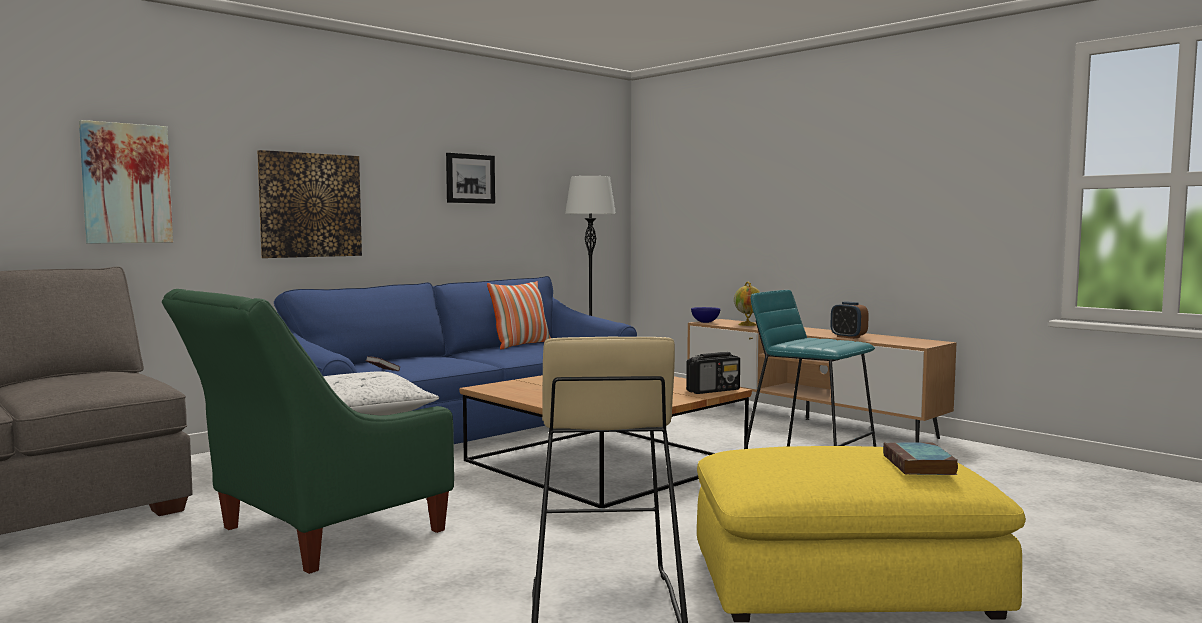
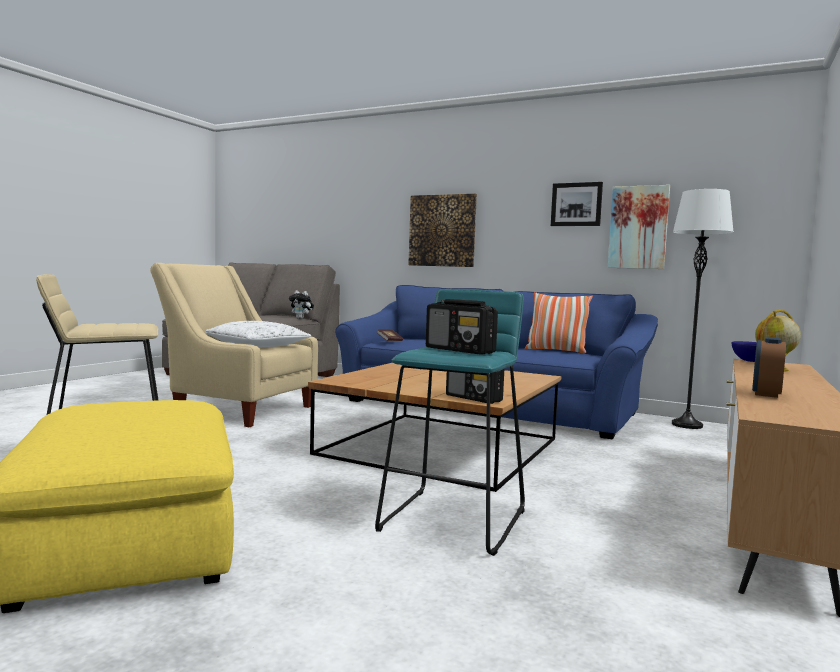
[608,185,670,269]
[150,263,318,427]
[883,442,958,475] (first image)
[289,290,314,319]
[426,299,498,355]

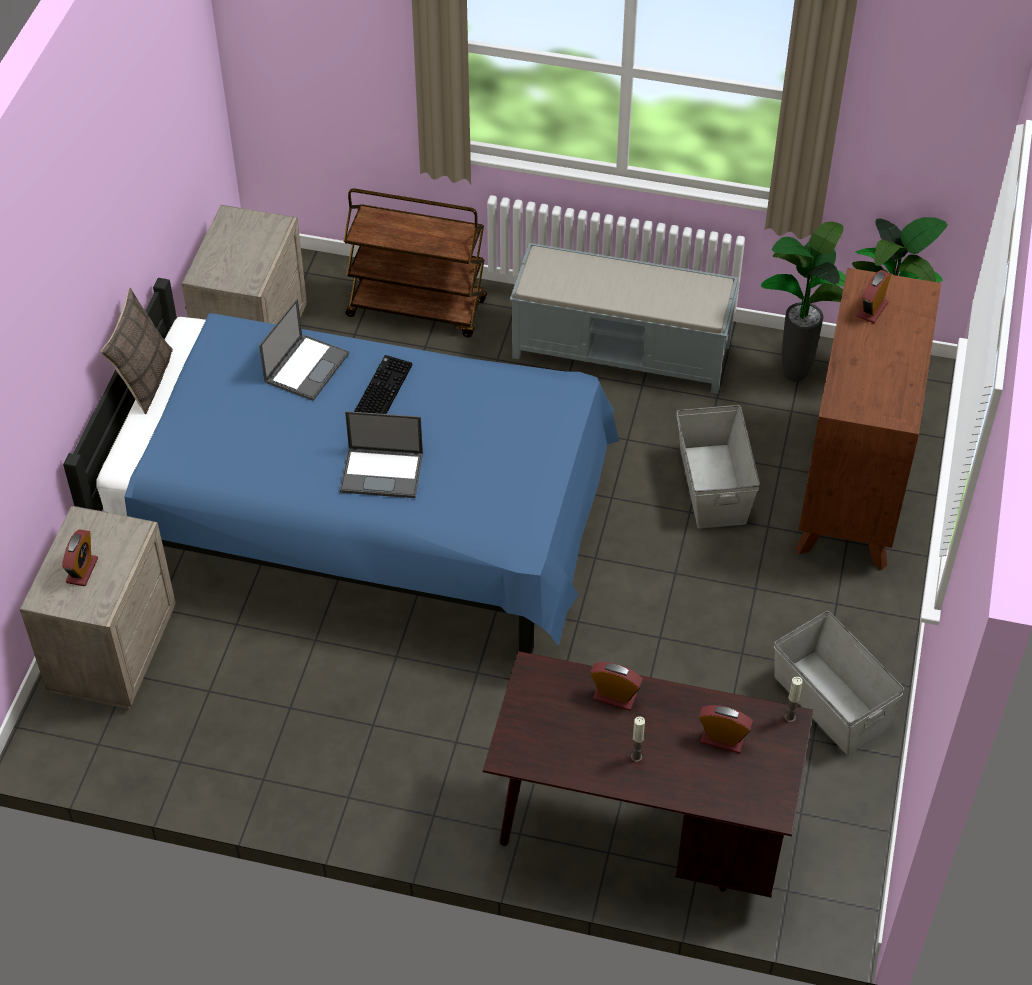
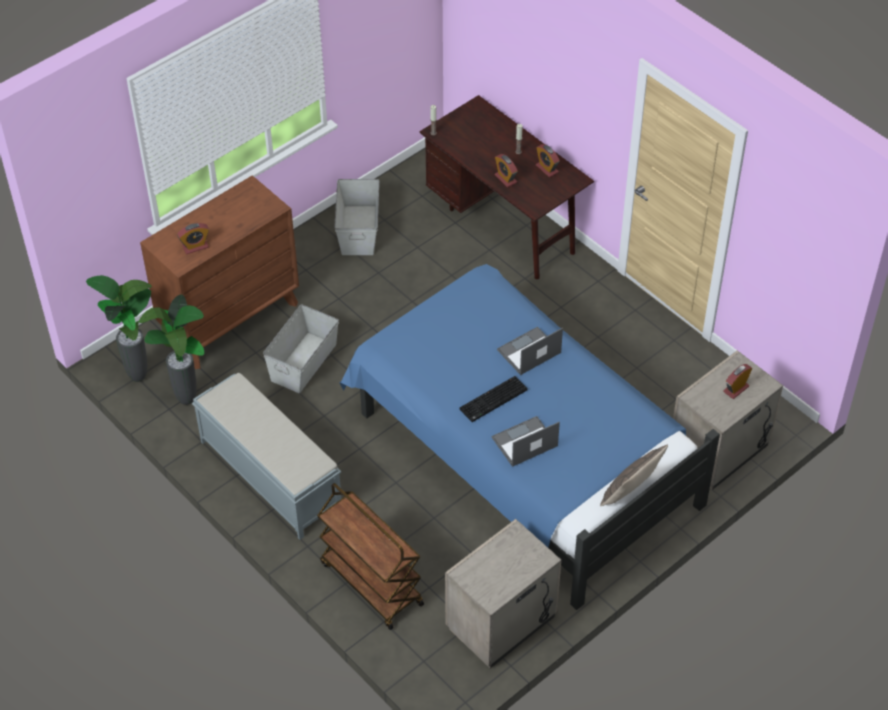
[497,327,563,375]
[536,144,560,178]

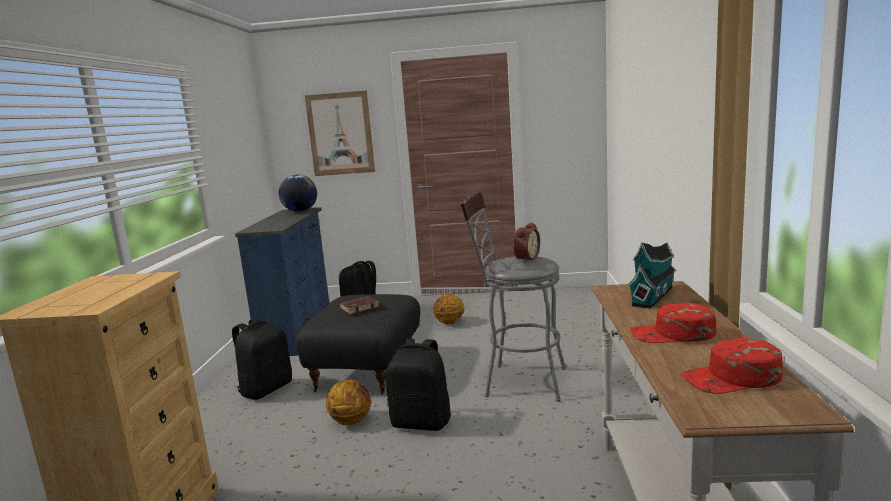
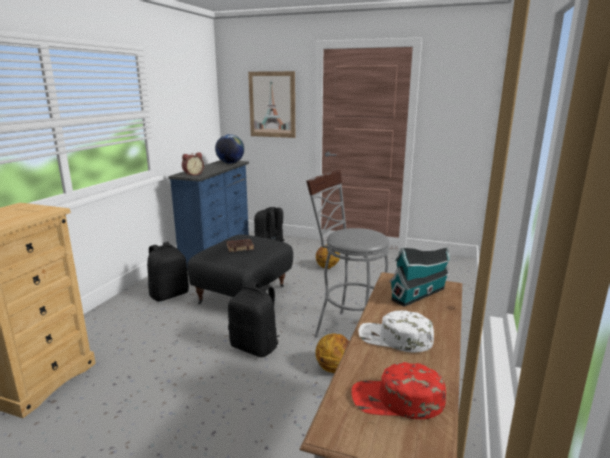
[182,152,204,176]
[358,310,434,352]
[315,334,349,373]

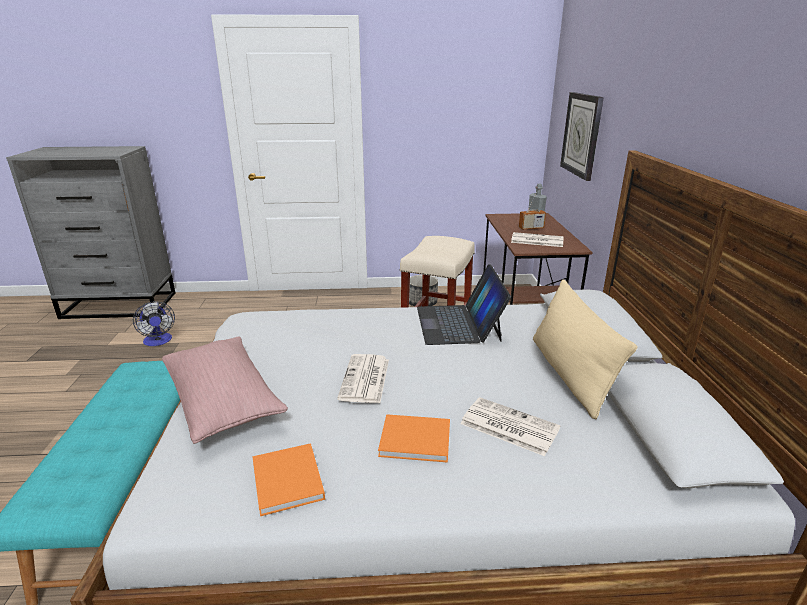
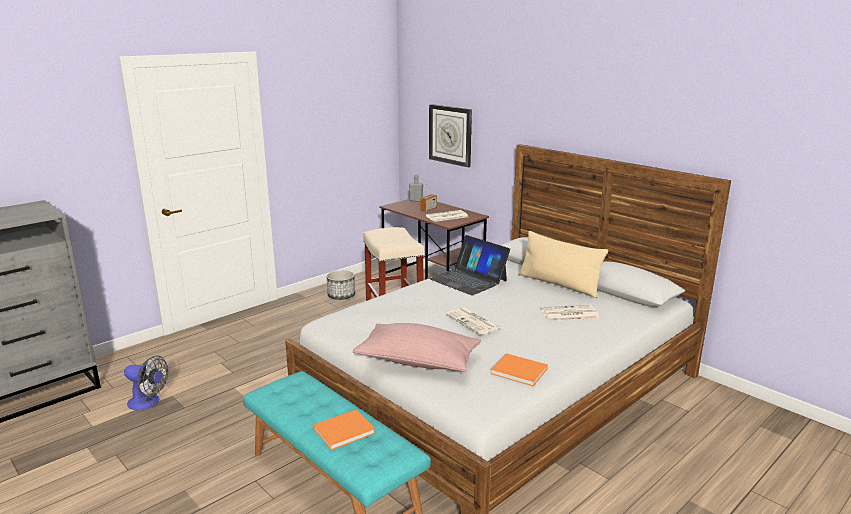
[313,410,375,450]

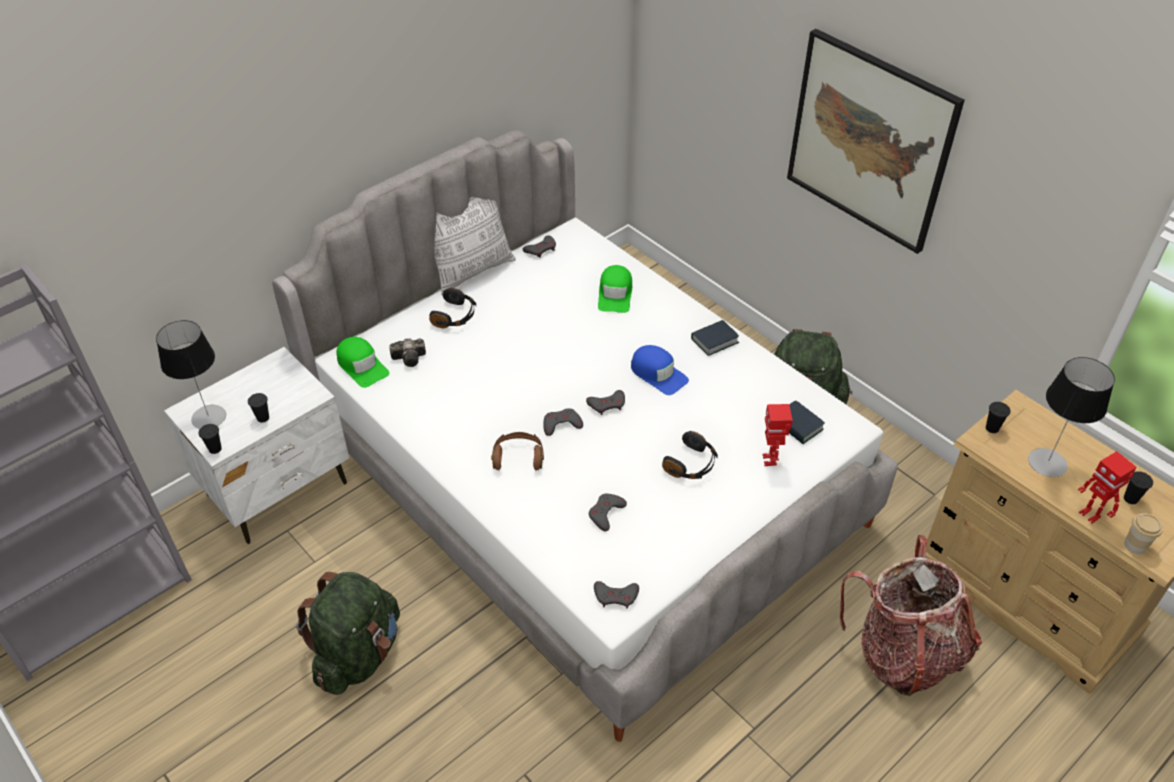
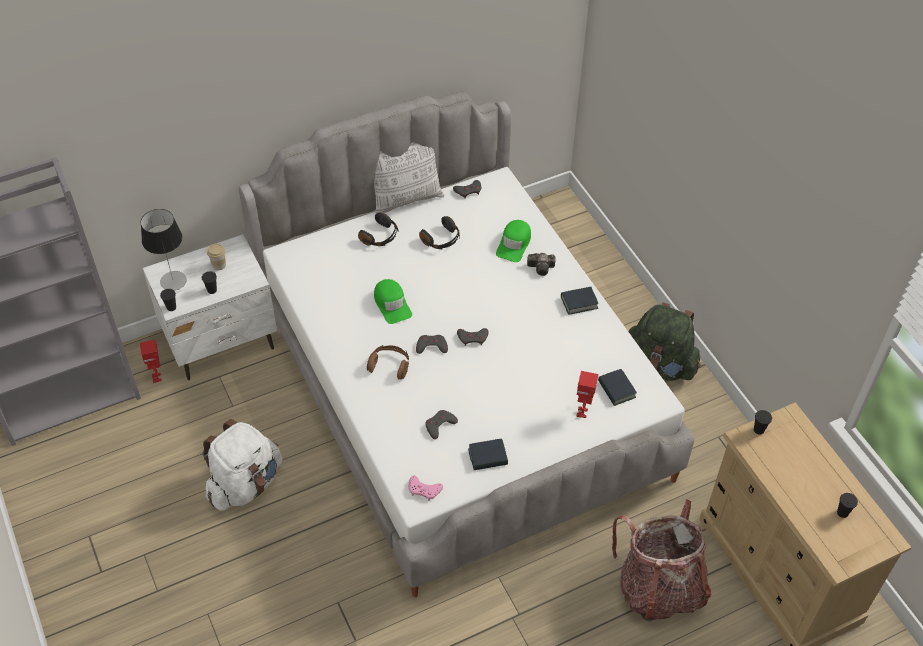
[787,29,965,254] (first image)
[374,279,412,324]
[527,253,556,276]
[631,345,689,395] (first image)
[1028,357,1115,477] (first image)
[419,216,460,249]
[140,340,162,383]
[207,244,226,270]
[202,419,282,511]
[409,475,443,501]
[468,439,508,470]

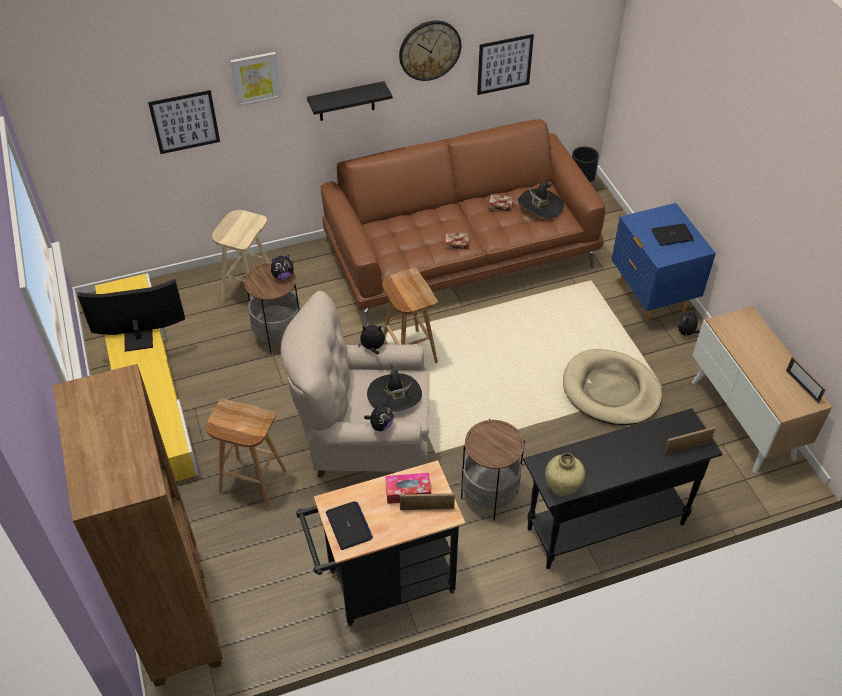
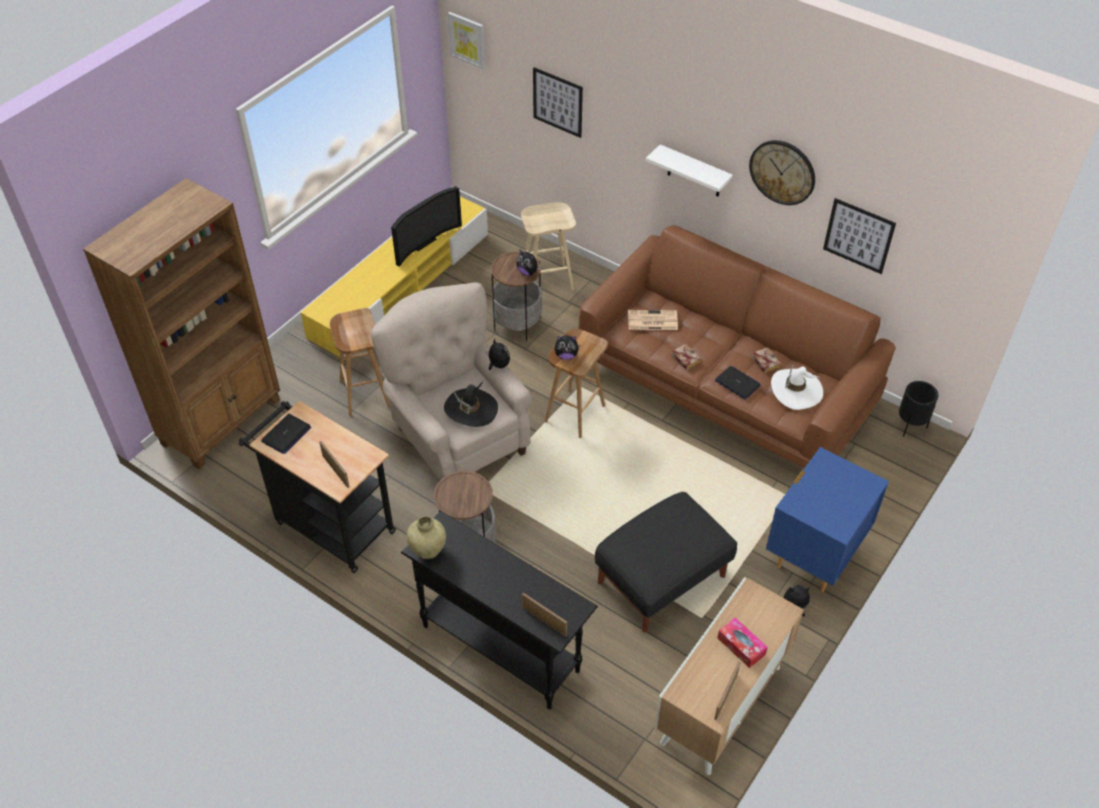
[448,12,485,69]
[646,144,733,196]
[771,364,823,410]
[715,366,761,400]
[391,186,462,267]
[595,492,737,632]
[554,335,581,360]
[717,618,768,668]
[628,310,678,330]

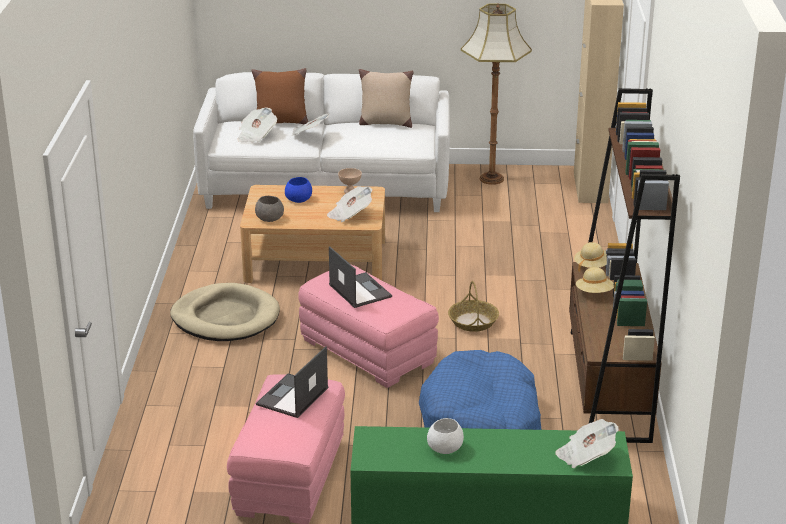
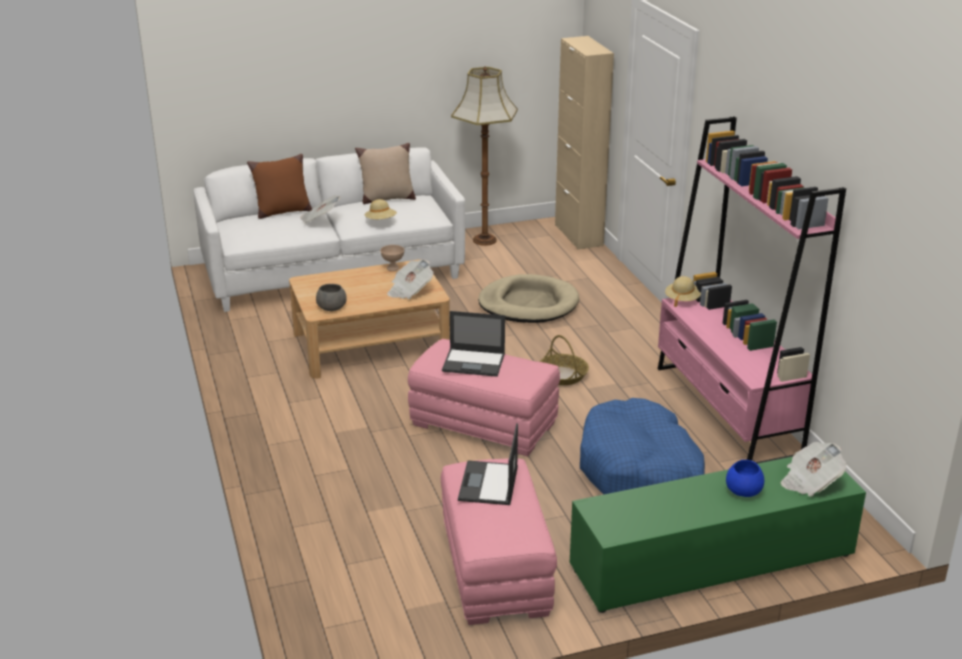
[658,116,846,464]
[237,107,277,142] (first image)
[726,460,764,497]
[442,311,505,377]
[365,199,397,219]
[478,274,579,323]
[427,418,464,454] (first image)

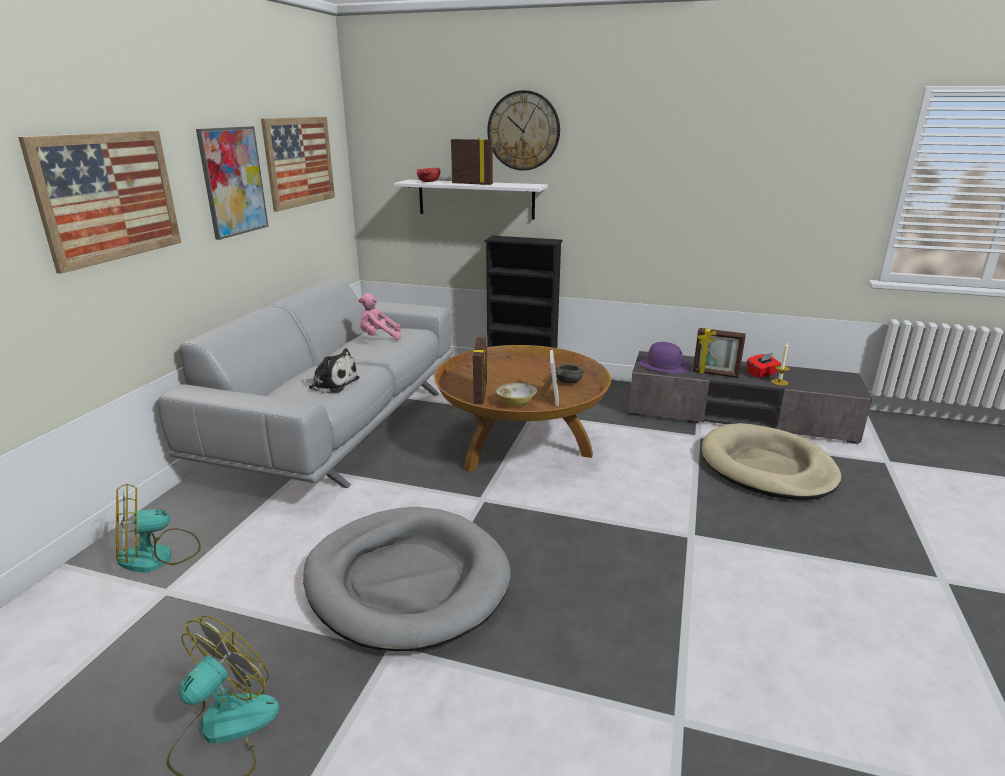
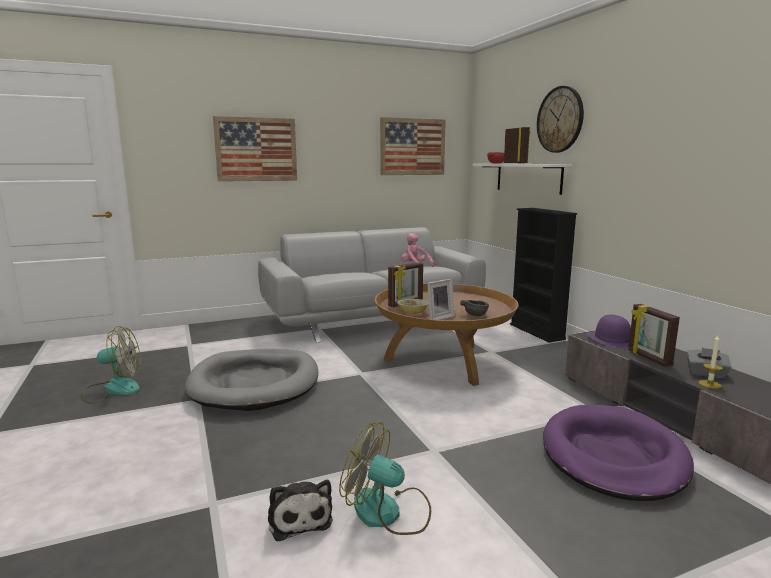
[196,126,269,240] (first image)
[268,480,333,542]
[687,348,732,379]
[543,404,694,501]
[339,422,431,535]

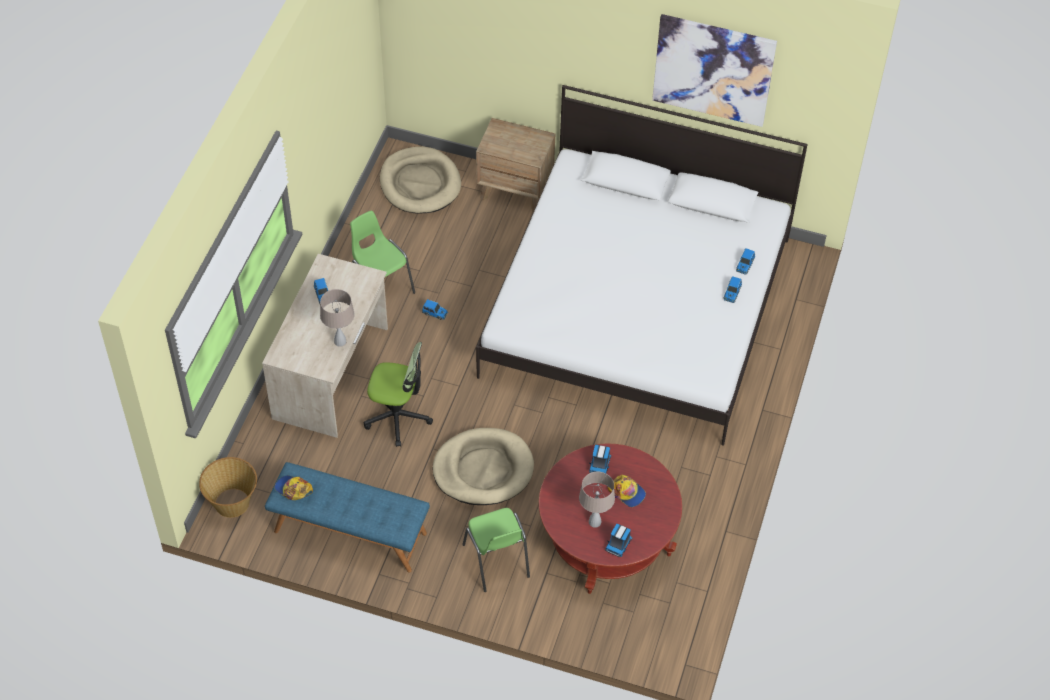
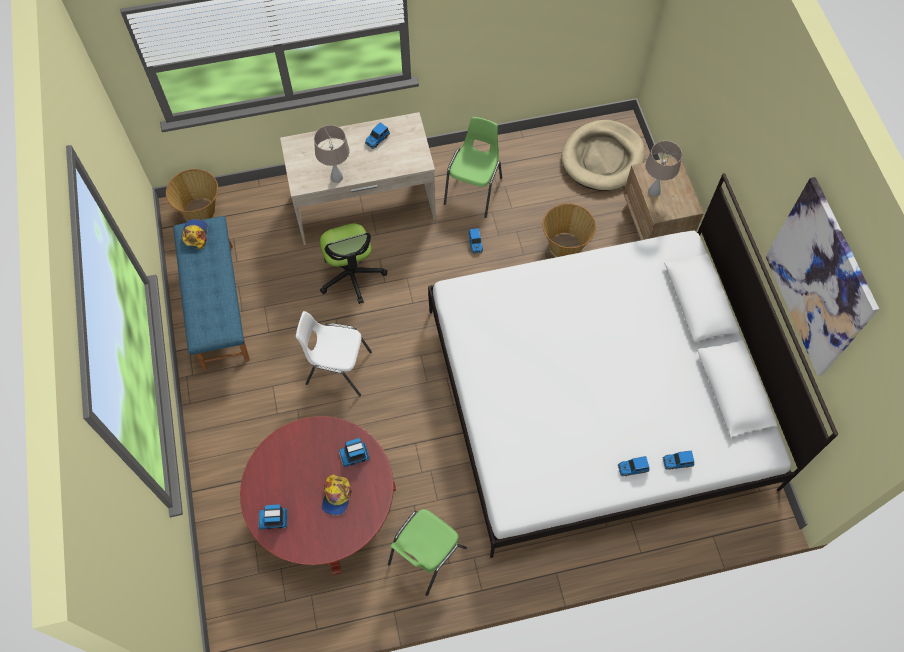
[296,311,372,396]
[645,141,682,197]
[388,509,467,596]
[543,203,596,257]

